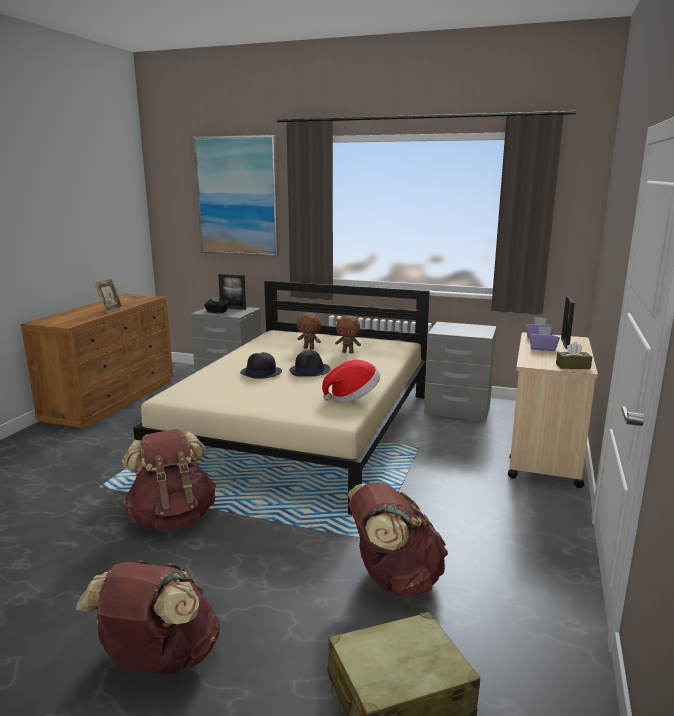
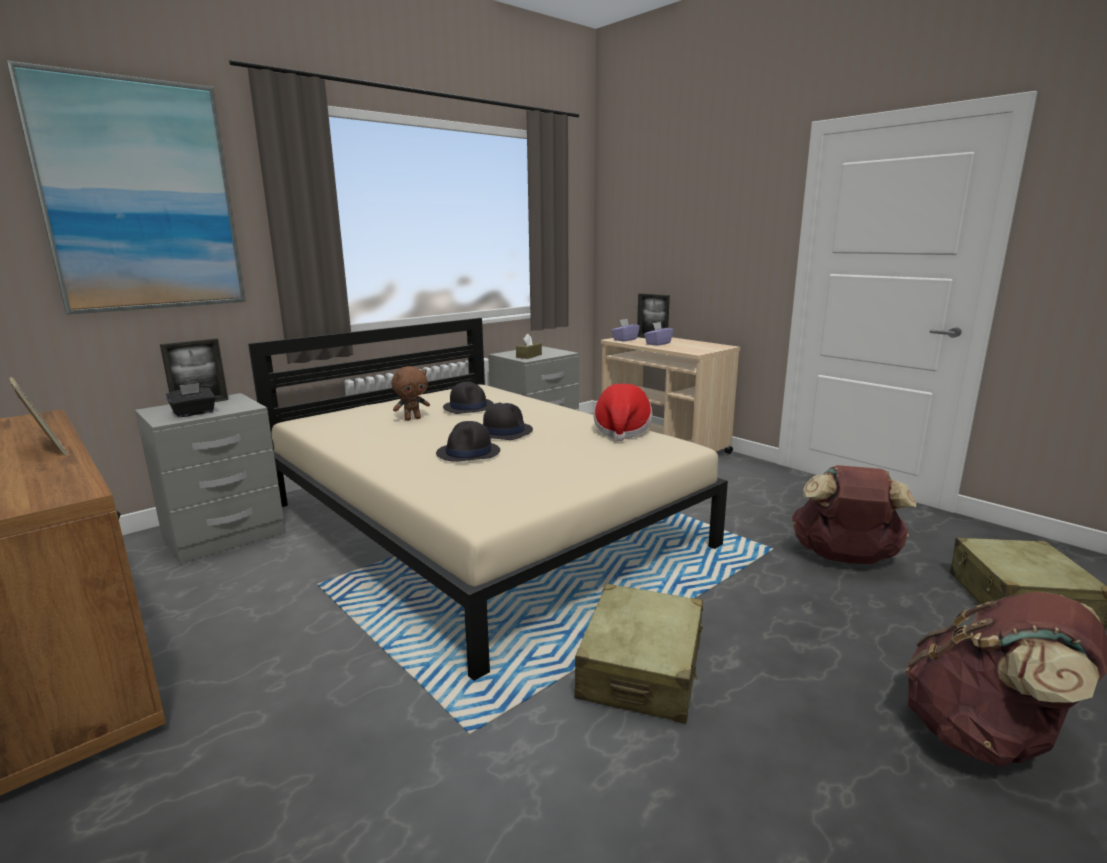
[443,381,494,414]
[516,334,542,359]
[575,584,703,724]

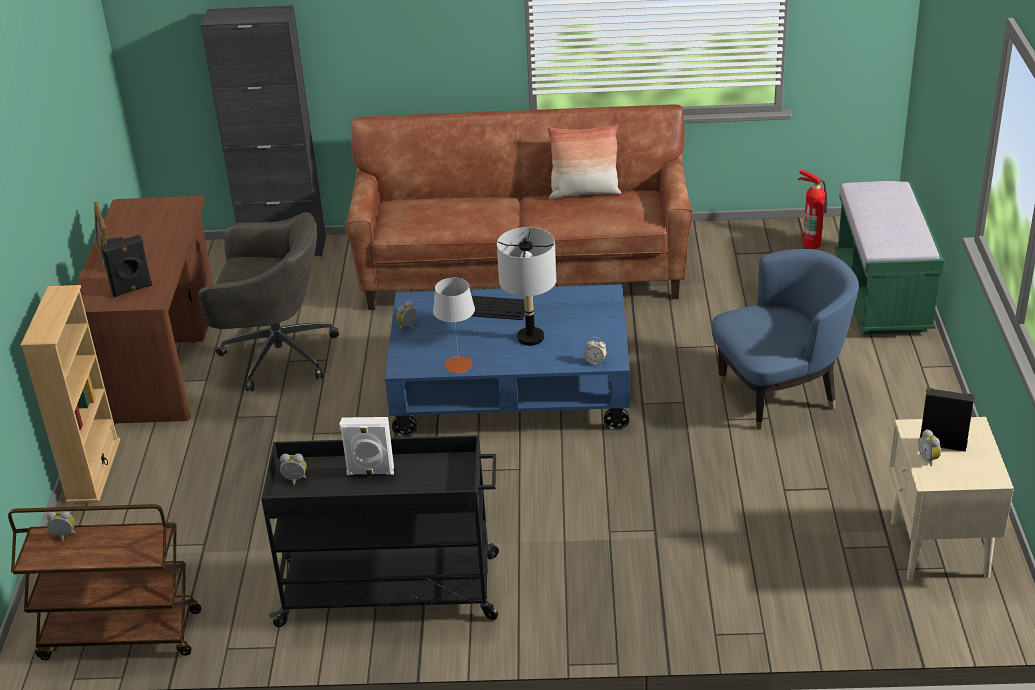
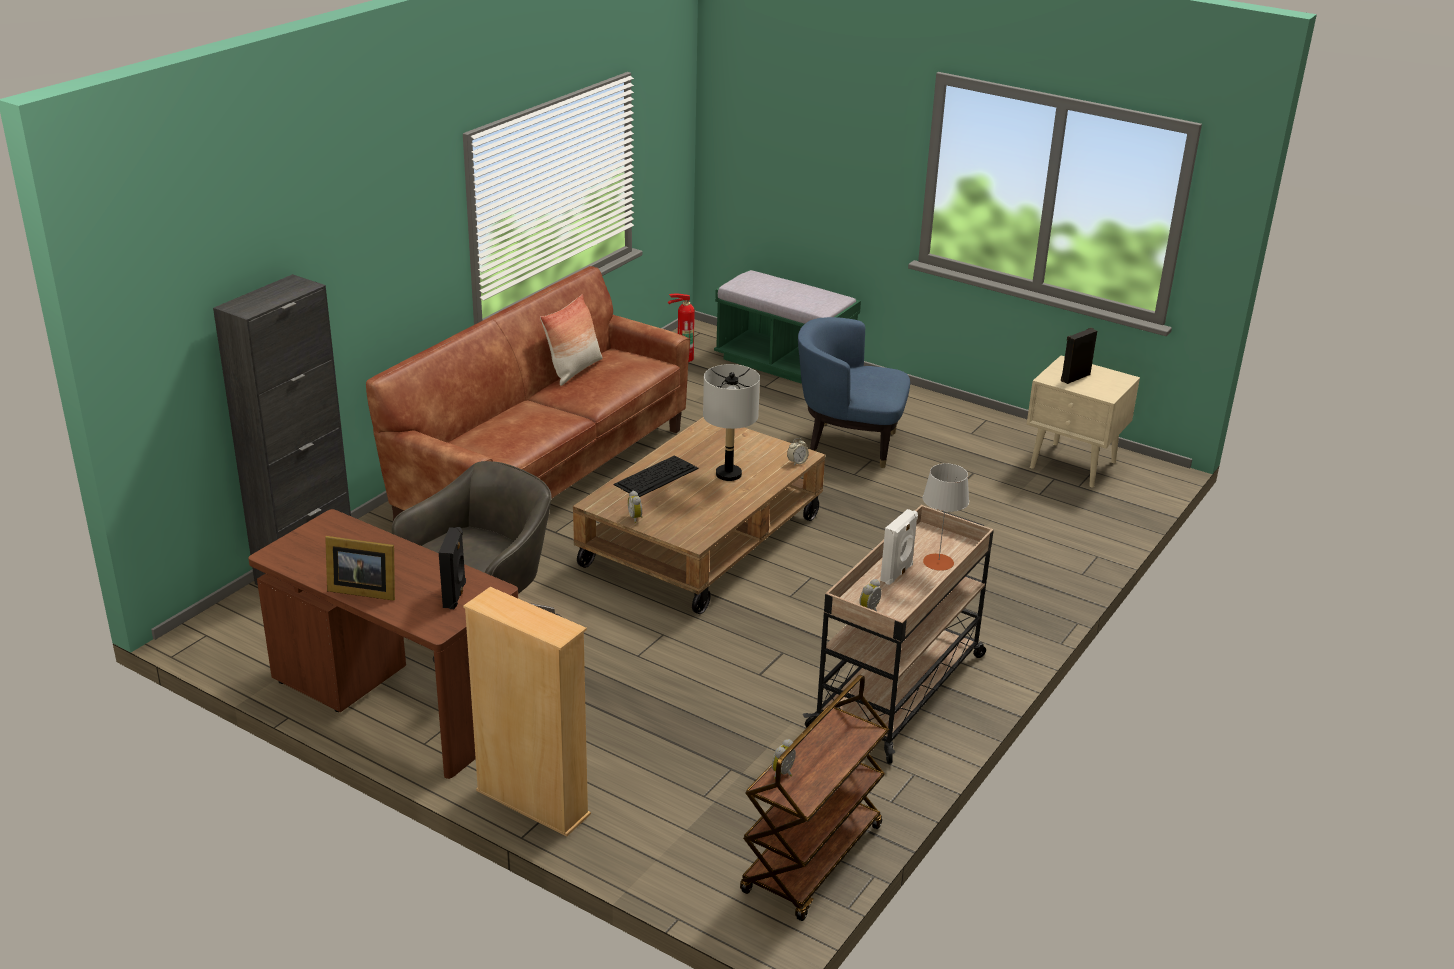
[798,317,910,468]
[923,464,969,571]
[573,417,825,614]
[918,429,941,466] (first image)
[803,505,994,764]

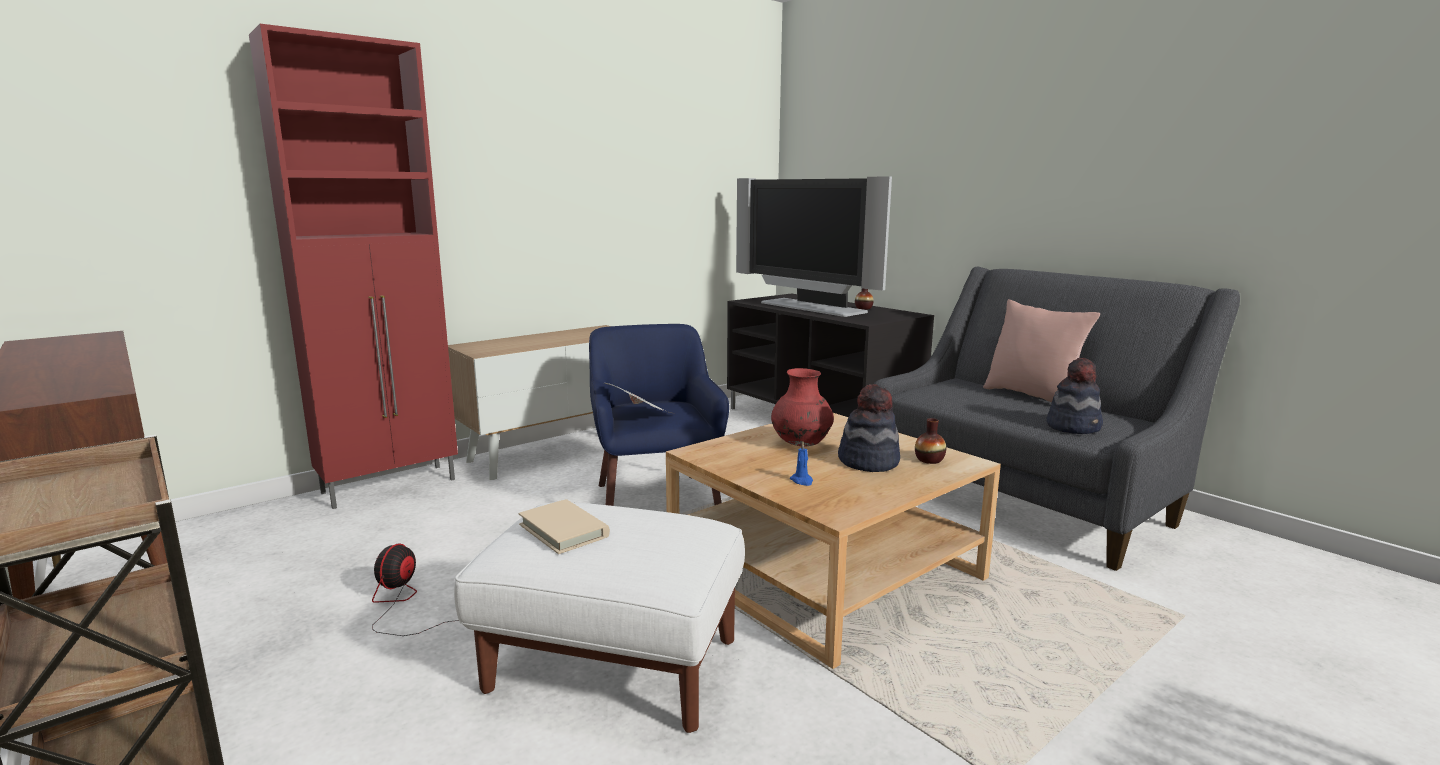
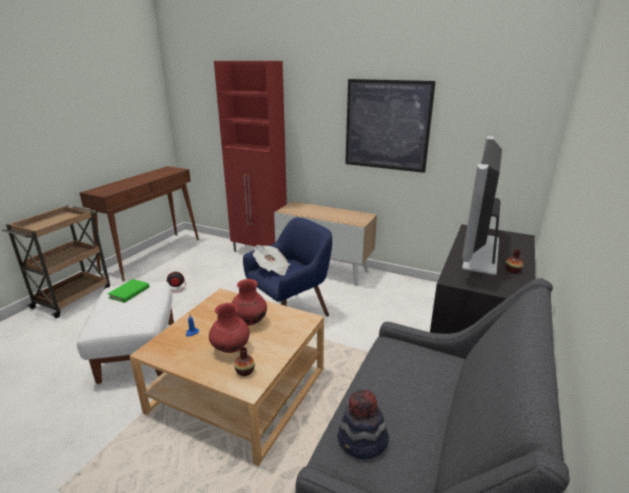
[983,299,1100,402] (first image)
[209,303,250,353]
[108,279,150,303]
[345,79,436,173]

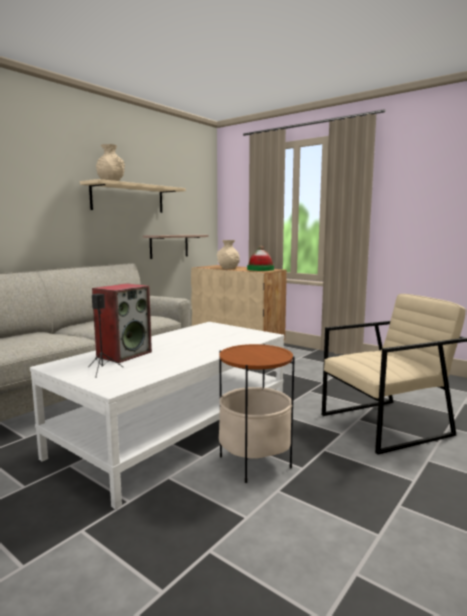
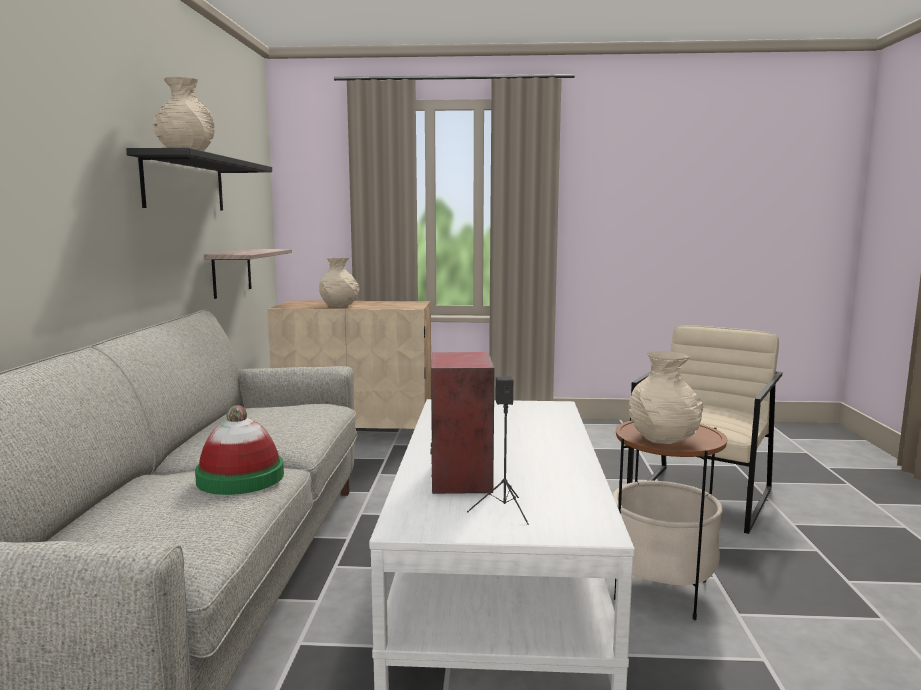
[126,148,272,211]
[195,405,284,495]
[629,352,703,444]

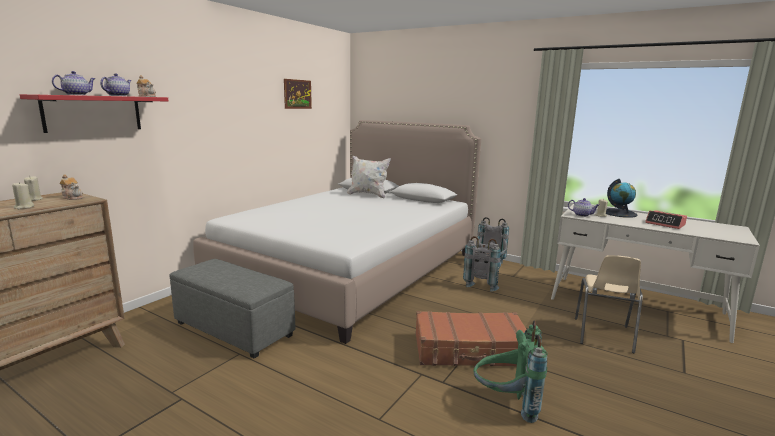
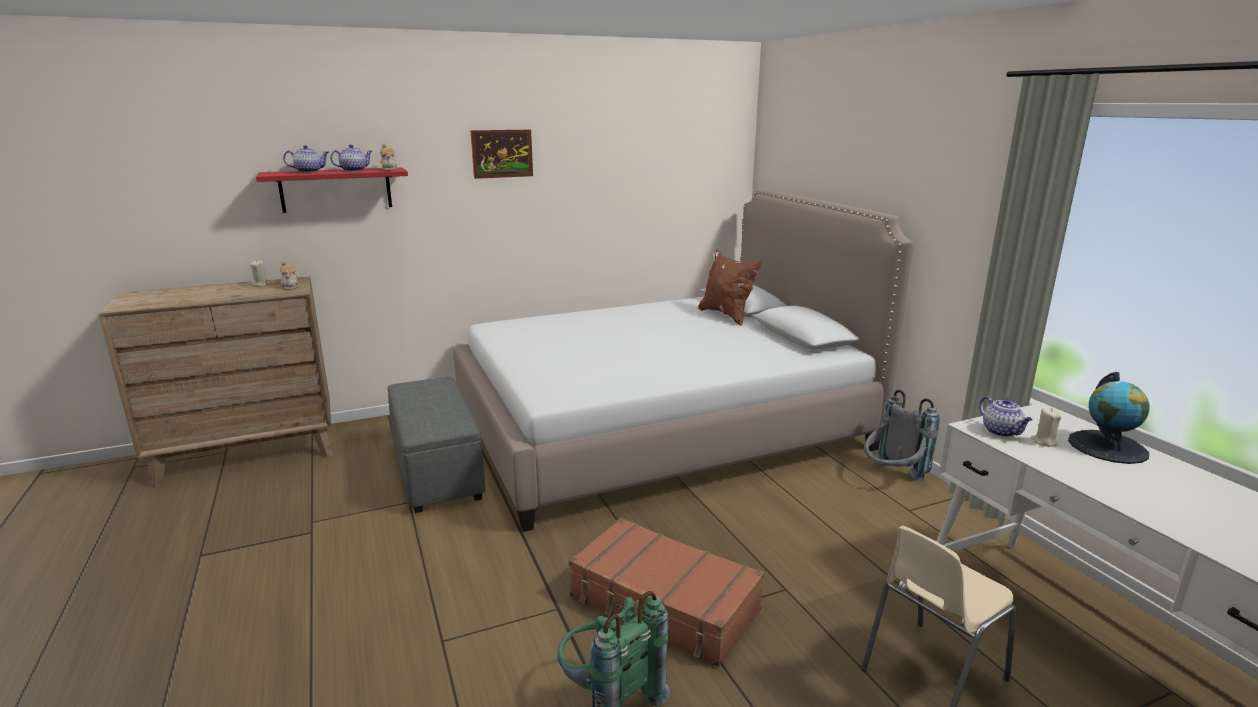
[470,130,533,179]
[698,250,762,326]
[12,182,34,209] (first image)
[645,210,687,229] (first image)
[463,236,501,292] (first image)

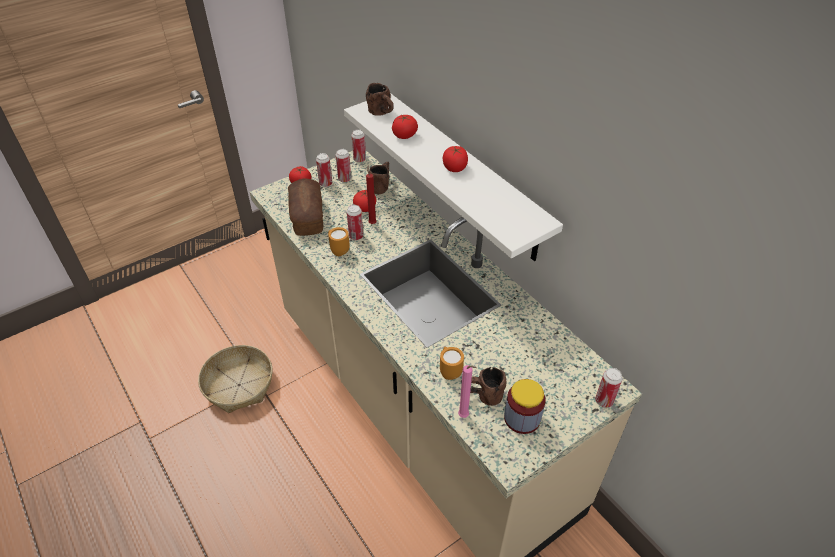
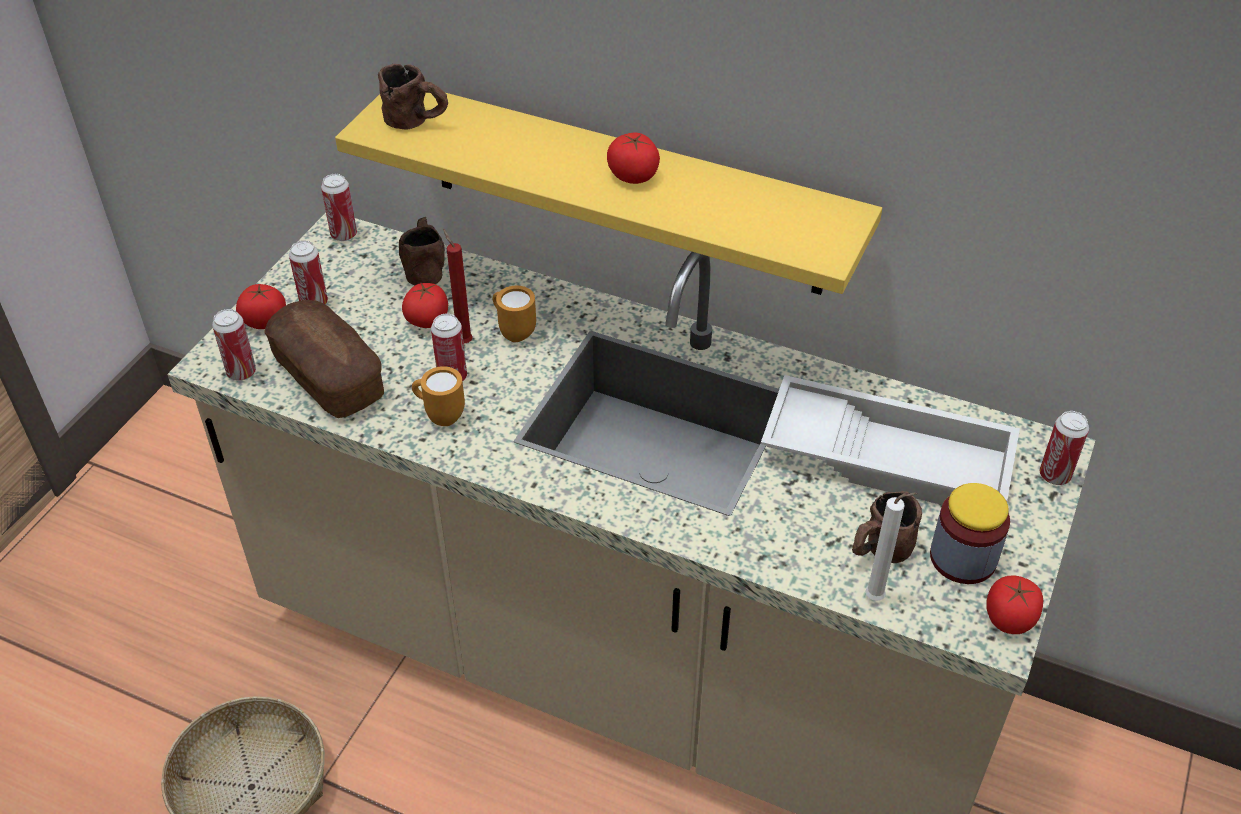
[335,93,882,295]
[986,575,1043,634]
[212,309,256,380]
[492,286,536,342]
[865,493,917,601]
[761,375,1020,505]

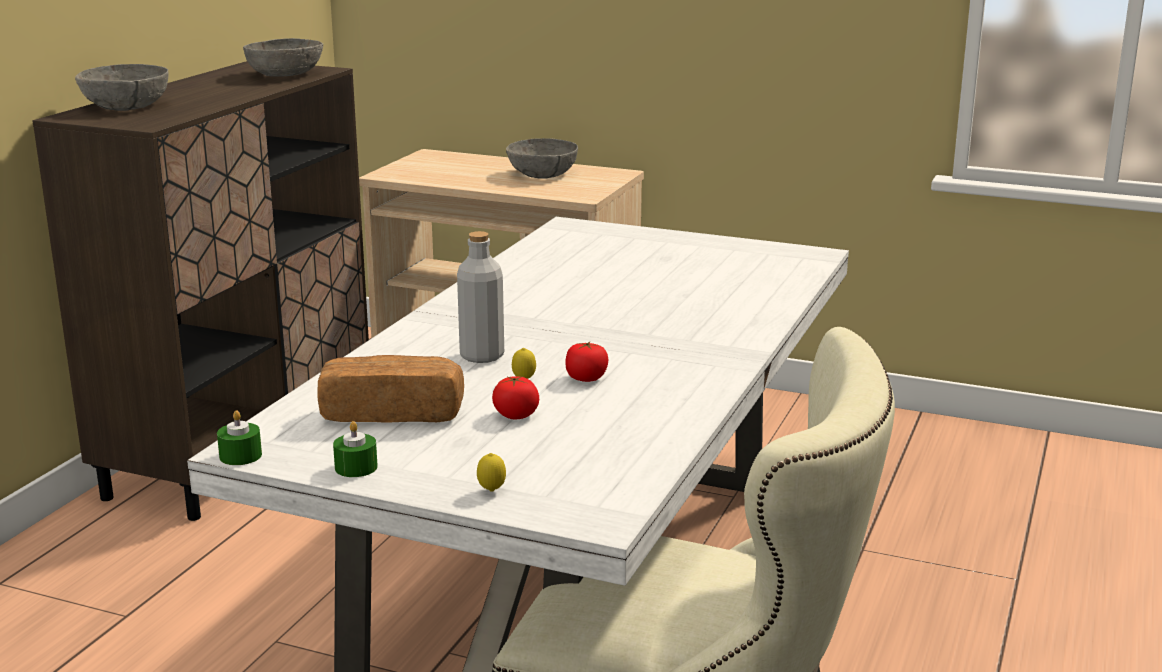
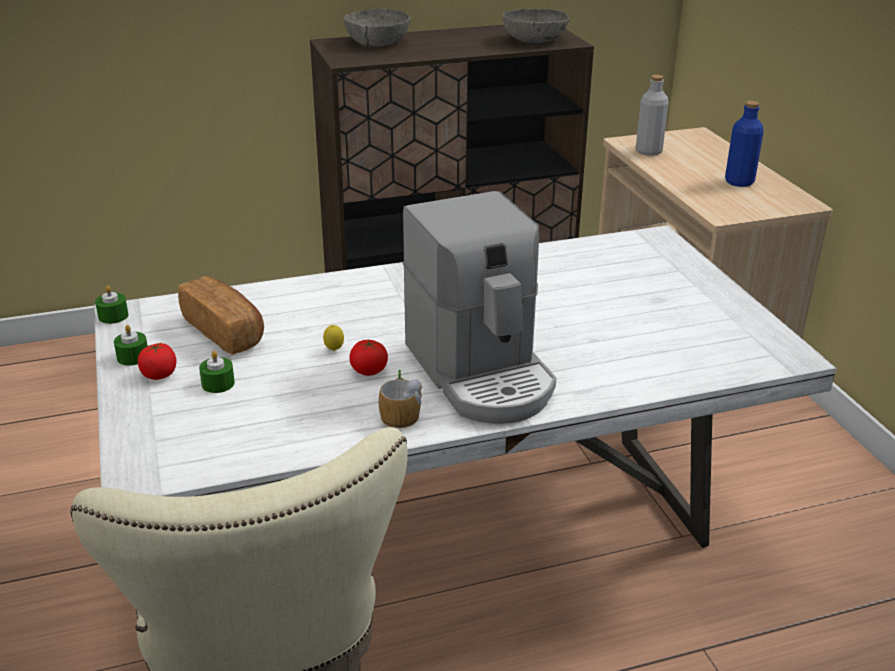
[725,101,764,187]
[636,75,669,156]
[138,343,177,380]
[477,453,506,492] (first image)
[403,191,556,424]
[199,351,235,393]
[379,370,422,428]

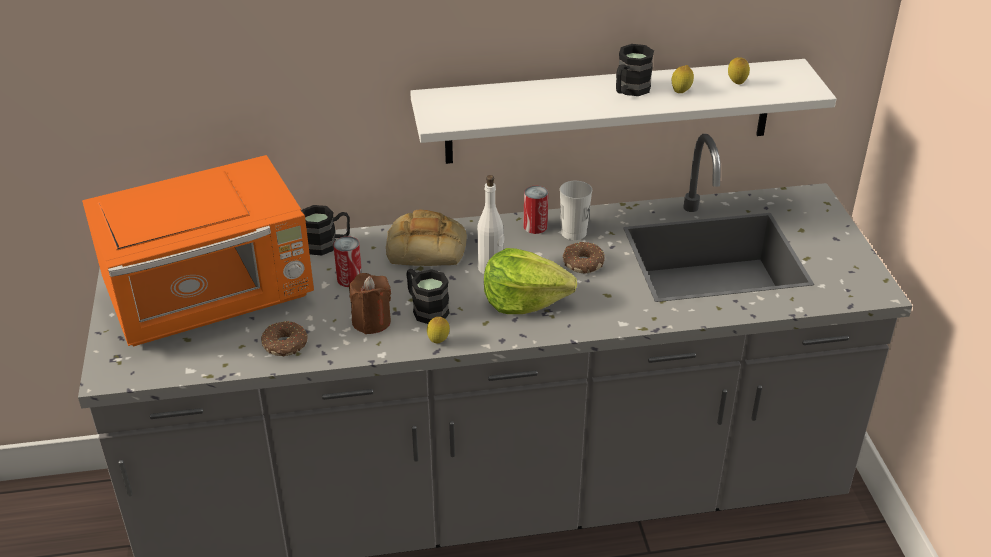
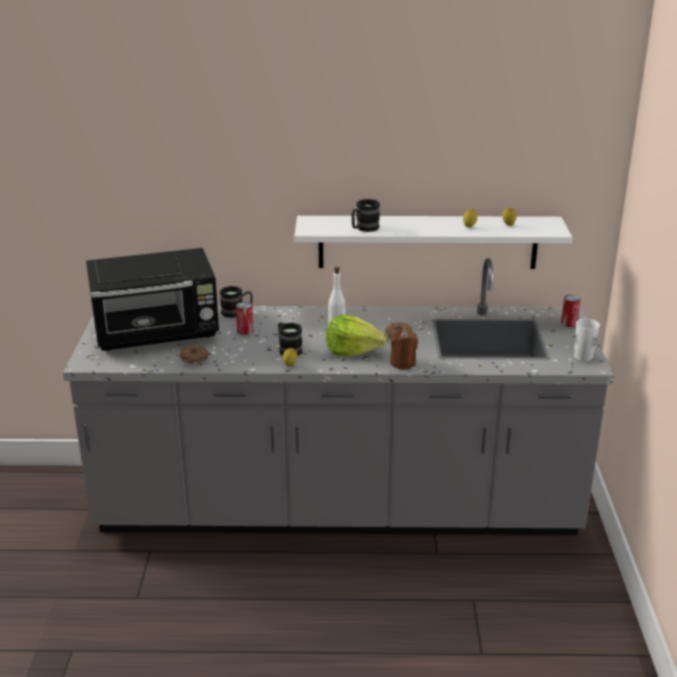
[351,199,380,232]
[86,248,219,351]
[574,319,600,361]
[561,295,581,327]
[386,210,467,266] (first image)
[390,330,418,369]

